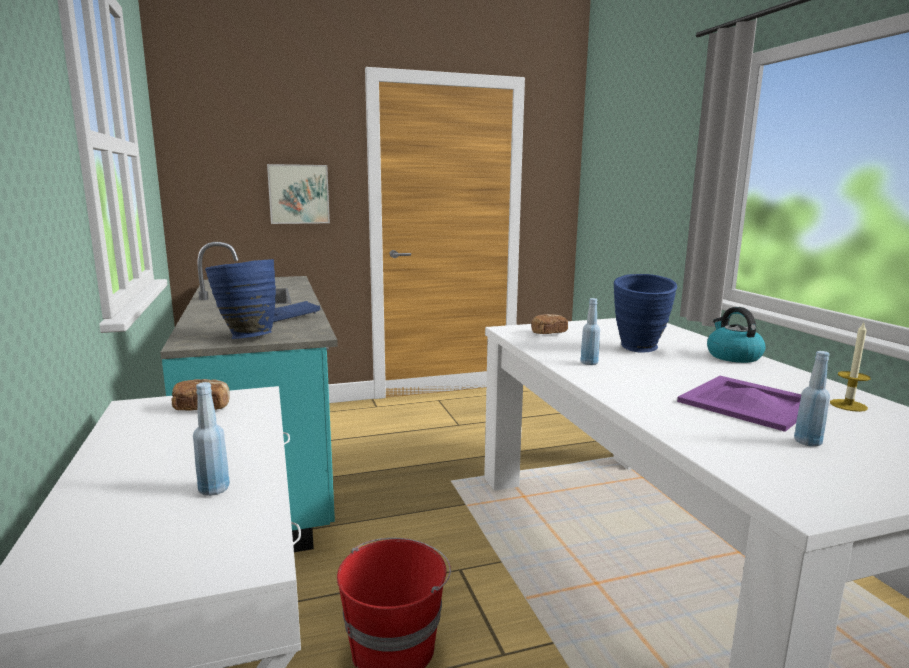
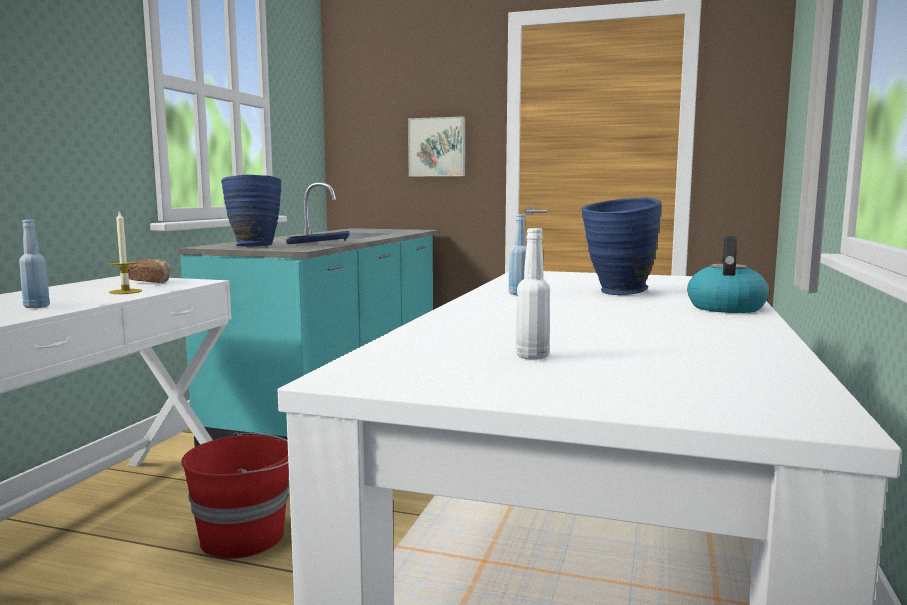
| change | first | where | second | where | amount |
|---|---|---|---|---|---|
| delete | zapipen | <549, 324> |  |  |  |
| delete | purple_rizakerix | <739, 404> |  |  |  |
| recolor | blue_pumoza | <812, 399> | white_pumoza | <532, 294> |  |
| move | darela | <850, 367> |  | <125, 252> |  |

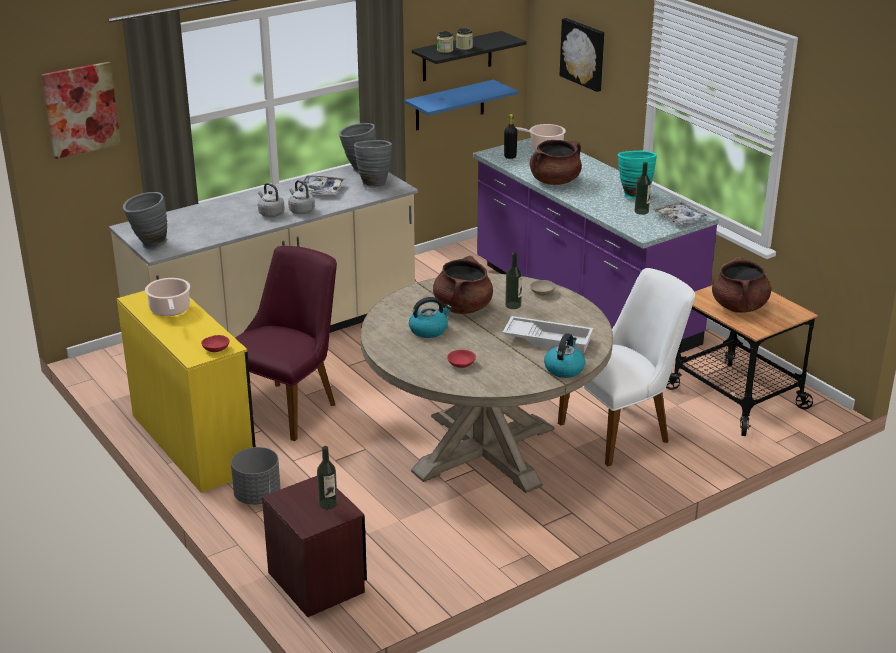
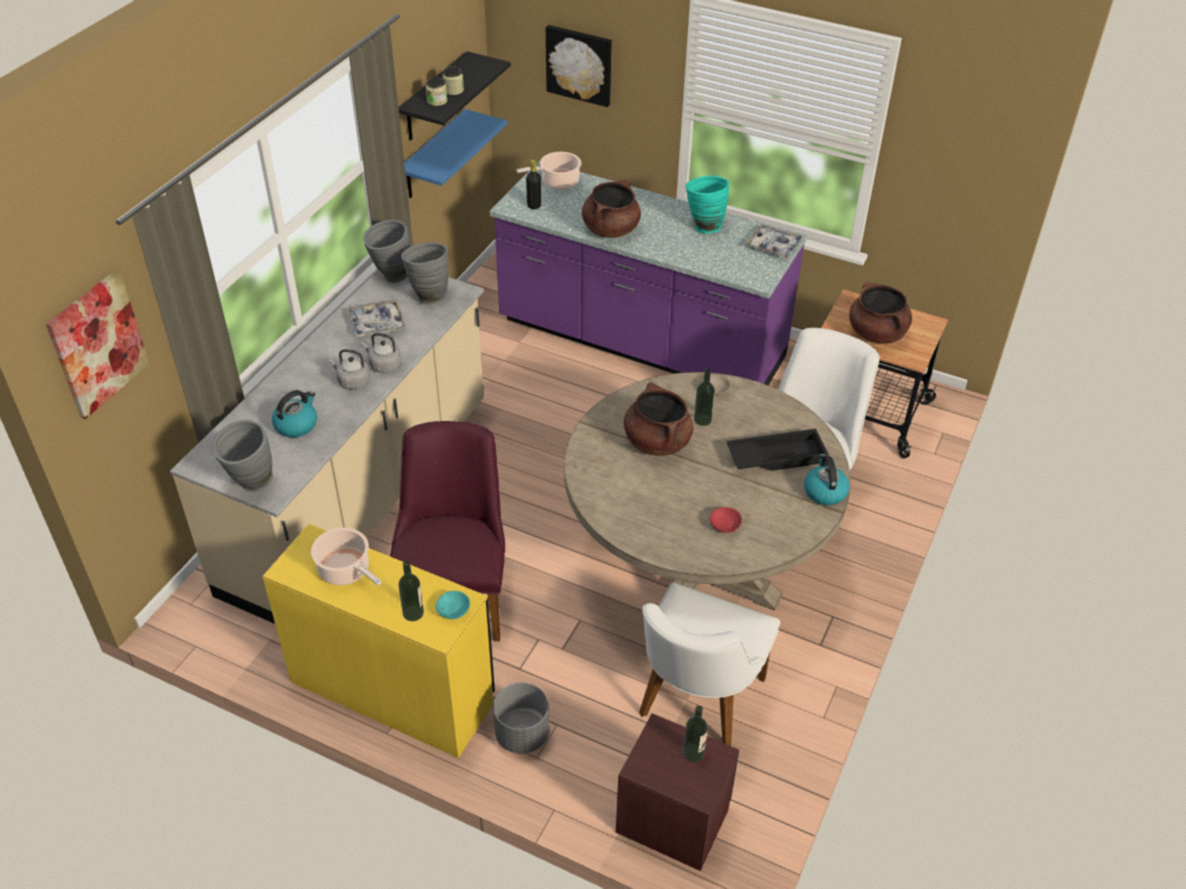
| change | first | where | second | where | amount |
|---|---|---|---|---|---|
| recolor | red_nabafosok | <215, 343> | turquoise_nabafosok | <453, 605> |  |
| move | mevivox | <430, 317> |  | <294, 414> |  |
| recolor | white_rizakerix | <547, 335> | black_rizakerix | <777, 450> |  |
| move | pumoza | <642, 188> |  | <411, 591> |  |
| insert |  |  | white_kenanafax | <709, 664> |  |

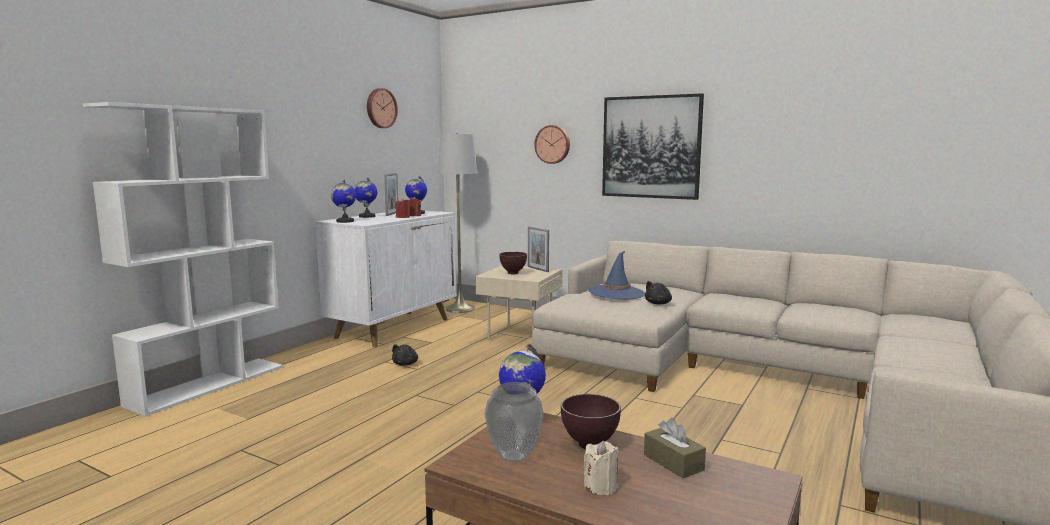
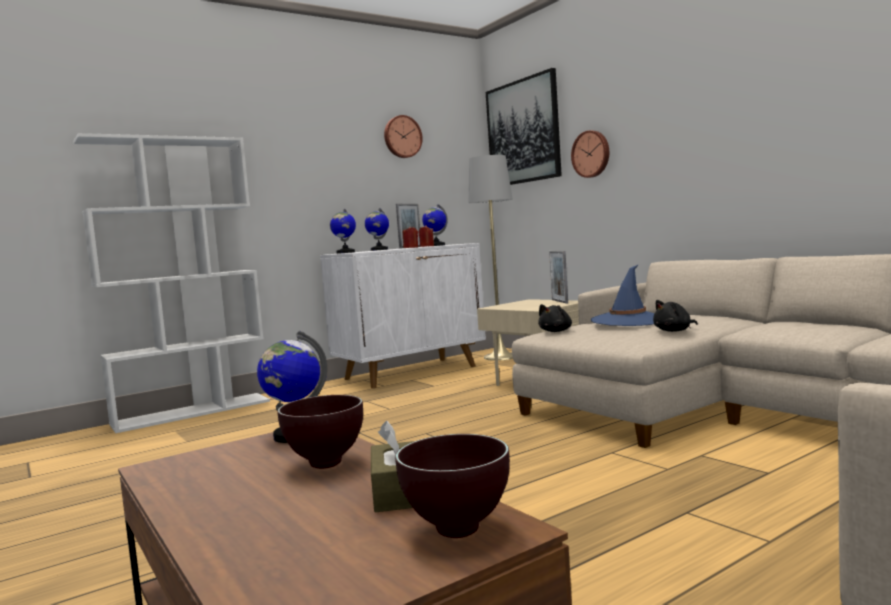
| change | first | where | second | where | amount |
|---|---|---|---|---|---|
| move | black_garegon | <405, 355> |  | <555, 318> |  |
| delete | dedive | <514, 422> |  |  |  |
| move | brown_nabafosok | <513, 263> |  | <452, 486> |  |
| delete | beige_darela | <601, 468> |  |  |  |
| move | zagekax | <653, 147> |  | <524, 126> |  |

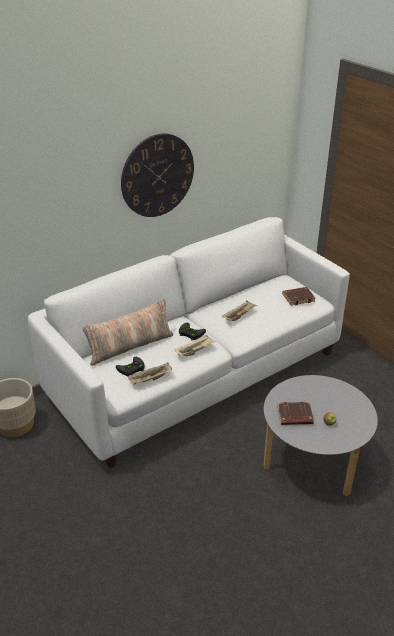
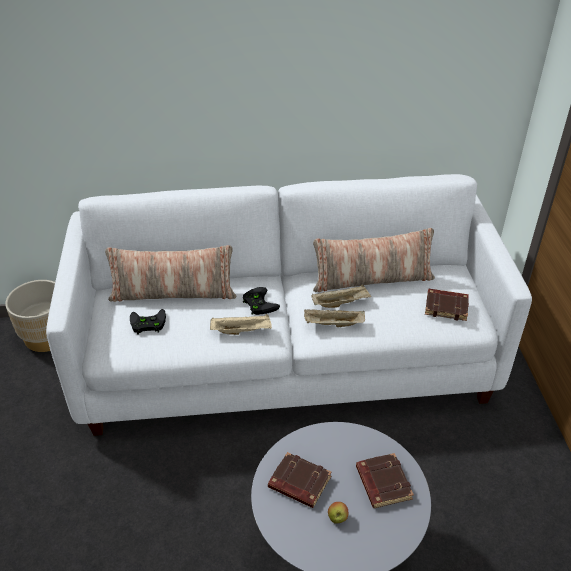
| change | first | where | second | where | amount |
|---|---|---|---|---|---|
| delete | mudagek | <157, 175> |  |  |  |
| move | beige_rizakerix | <149, 373> |  | <334, 318> |  |
| insert |  |  | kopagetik | <374, 260> |  |
| insert |  |  | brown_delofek | <385, 480> |  |

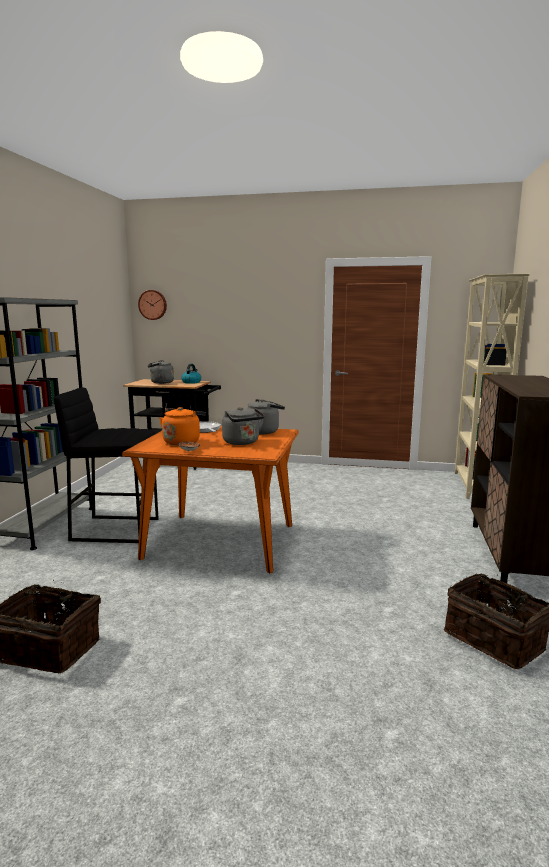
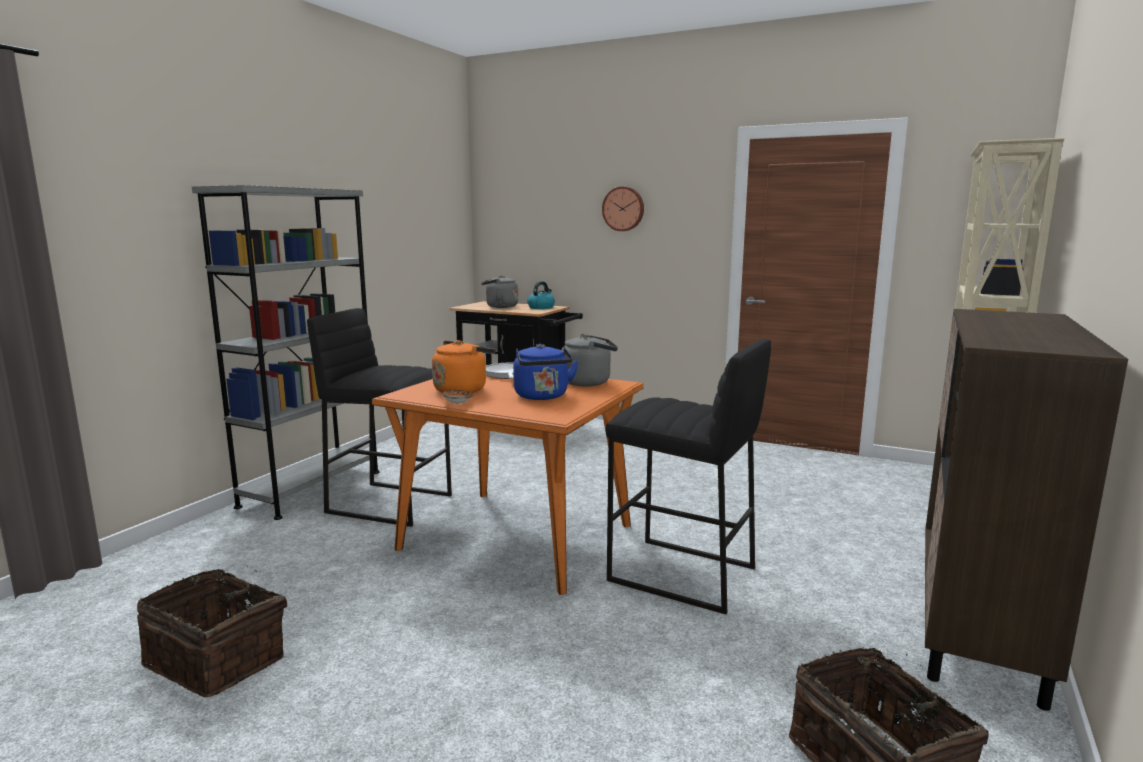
| change | first | where | second | where | amount |
|---|---|---|---|---|---|
| move | mudagek | <152, 305> |  | <623, 208> |  |
| recolor | grey_mevivox | <243, 426> | blue_mevivox | <546, 372> |  |
| insert |  |  | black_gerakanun | <688, 476> |  |

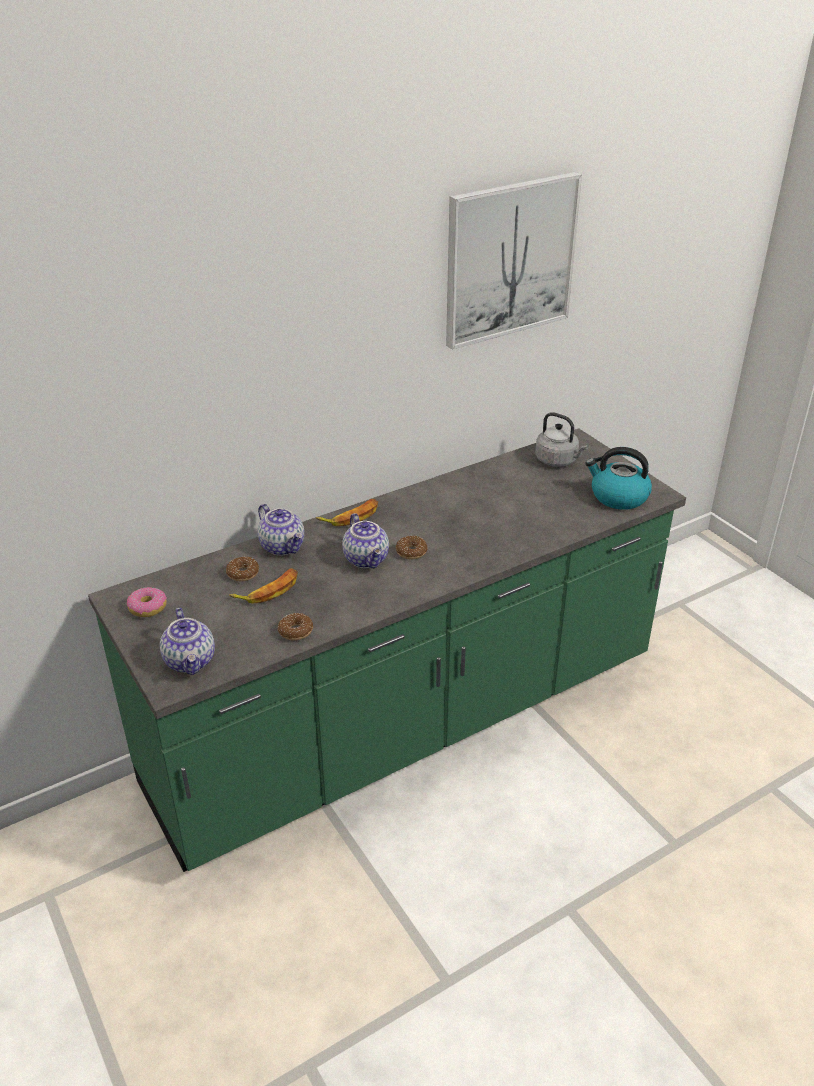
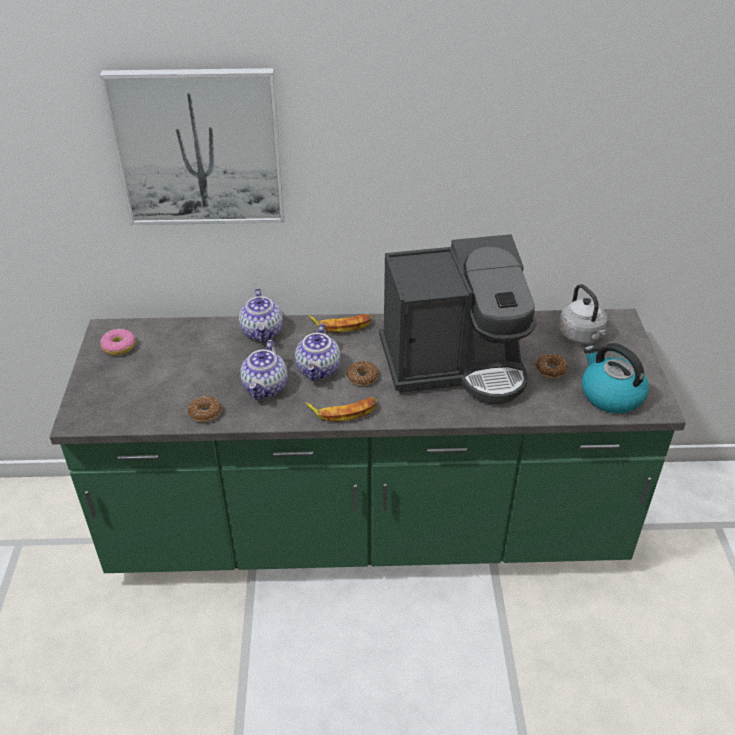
| change | first | where | second | where | amount |
|---|---|---|---|---|---|
| move | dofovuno | <187, 641> |  | <264, 370> |  |
| move | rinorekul | <242, 569> |  | <551, 366> |  |
| move | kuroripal | <263, 586> |  | <341, 409> |  |
| move | zagekax | <514, 261> |  | <192, 146> |  |
| insert |  |  | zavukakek | <458, 319> |  |

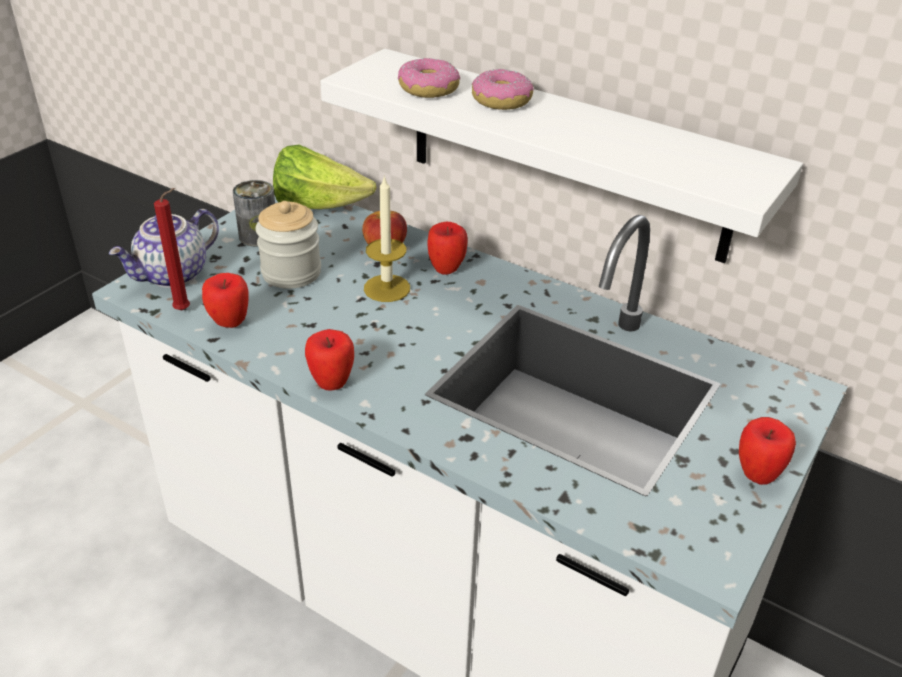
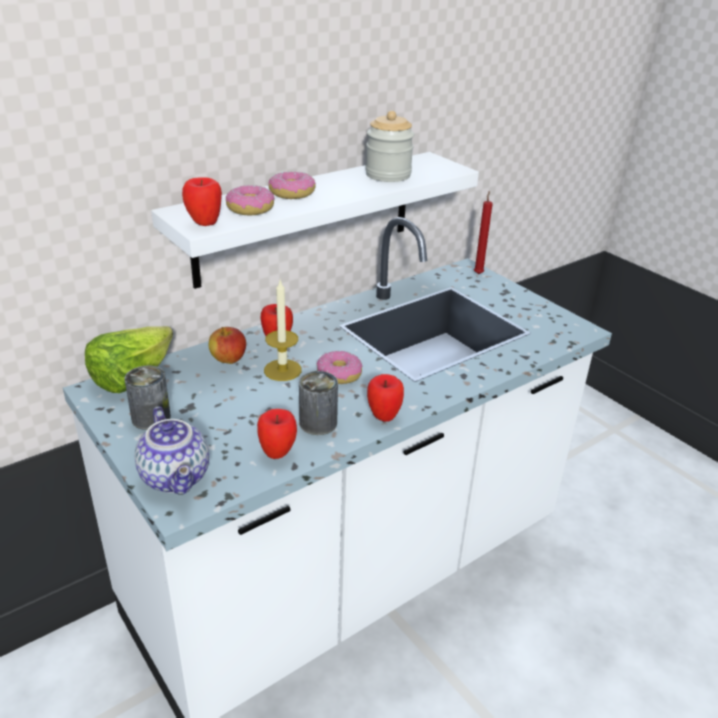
| change | first | where | second | where | amount |
|---|---|---|---|---|---|
| move | red_darela | <172, 249> |  | <483, 232> |  |
| move | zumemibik | <288, 245> |  | <389, 146> |  |
| move | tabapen | <767, 451> |  | <202, 202> |  |
| insert |  |  | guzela | <318, 403> |  |
| insert |  |  | rinorekul | <339, 367> |  |

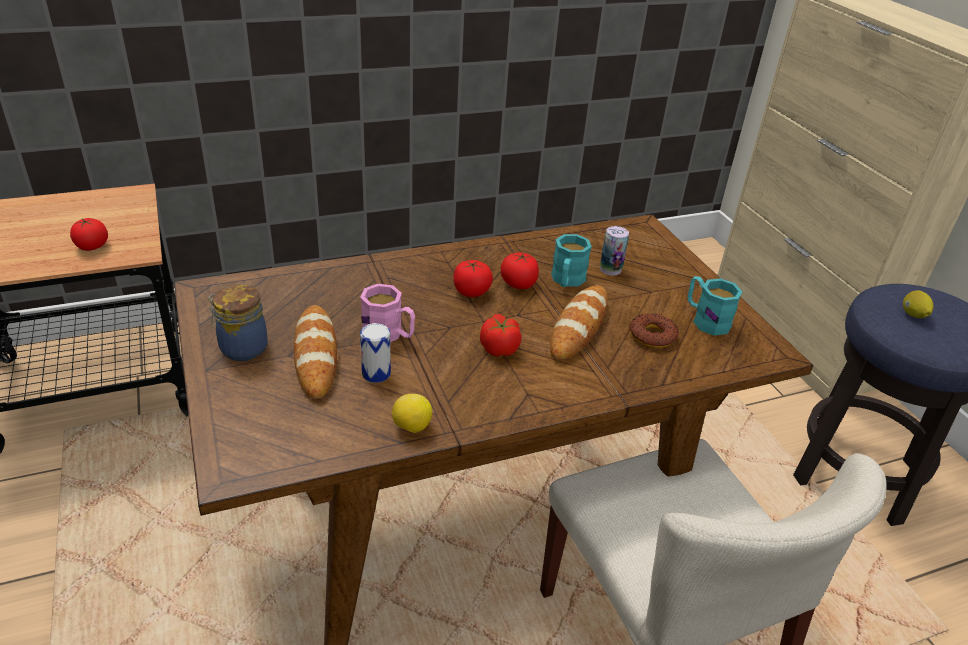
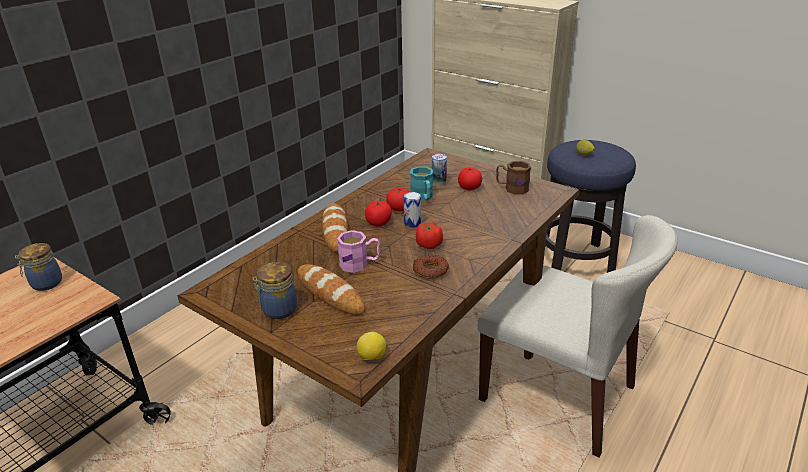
| change | first | where | second | where | amount |
|---|---|---|---|---|---|
| move | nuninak | <89, 234> |  | <470, 178> |  |
| move | guzela | <375, 353> |  | <412, 210> |  |
| move | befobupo | <412, 413> |  | <371, 346> |  |
| move | zapipen | <579, 322> |  | <335, 227> |  |
| move | rinorekul | <654, 330> |  | <431, 266> |  |
| recolor | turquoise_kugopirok | <715, 306> | brown_kugopirok | <513, 178> |  |
| insert |  |  | zumemibik | <38, 267> |  |

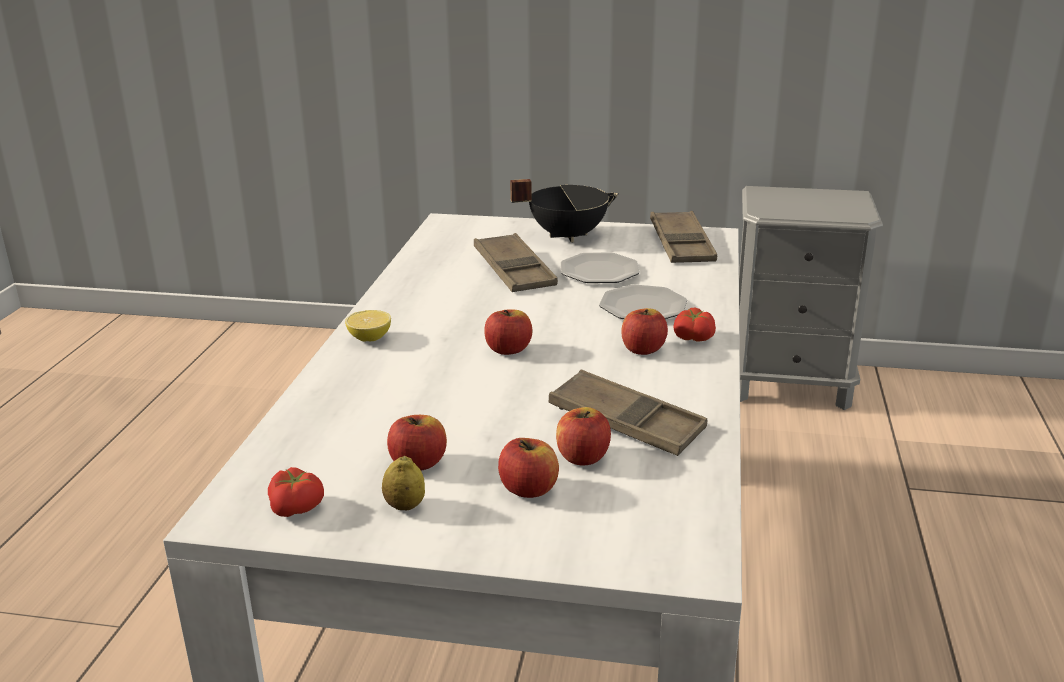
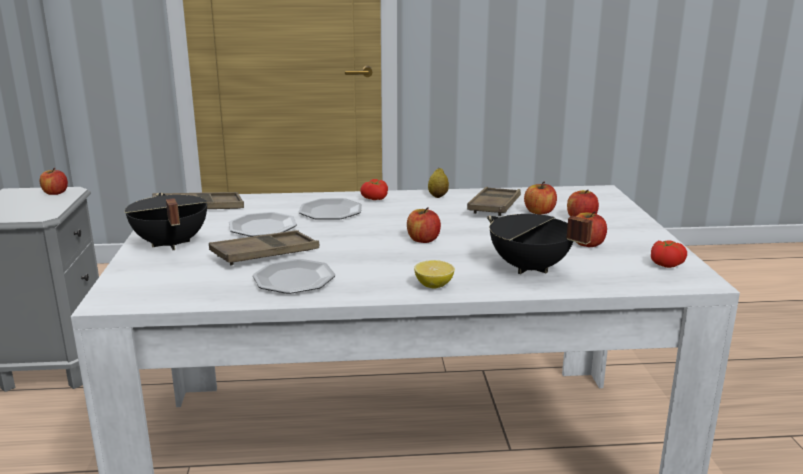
| change | first | where | second | where | amount |
|---|---|---|---|---|---|
| move | befobupo | <403, 483> |  | <438, 183> |  |
| move | tabapen | <644, 331> |  | <53, 181> |  |
| insert |  |  | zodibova | <294, 276> |  |
| insert |  |  | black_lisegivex | <539, 244> |  |

